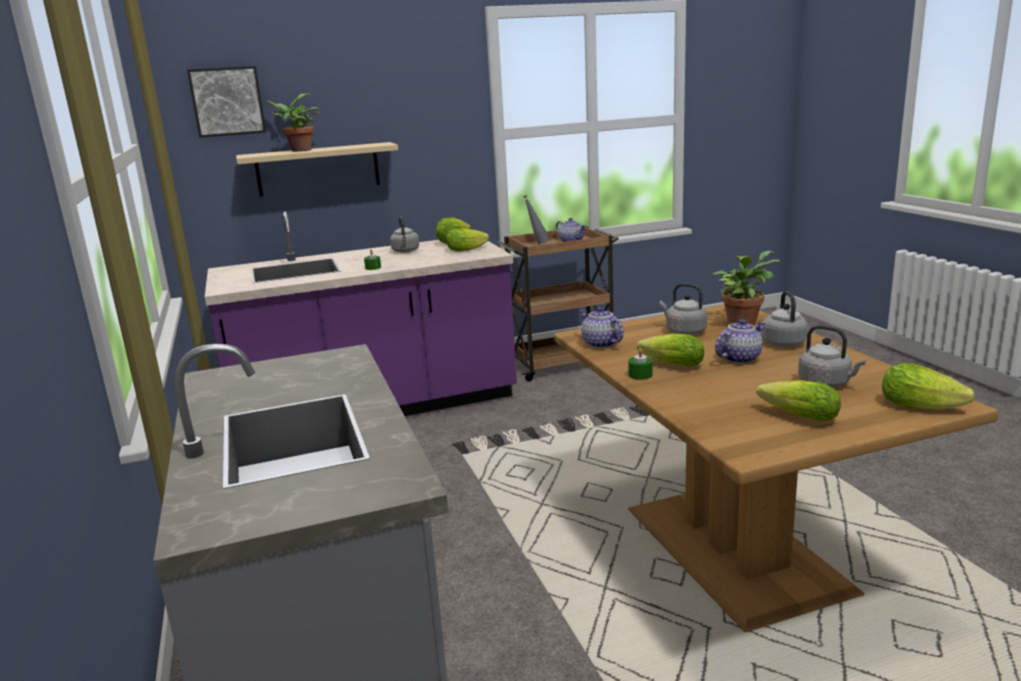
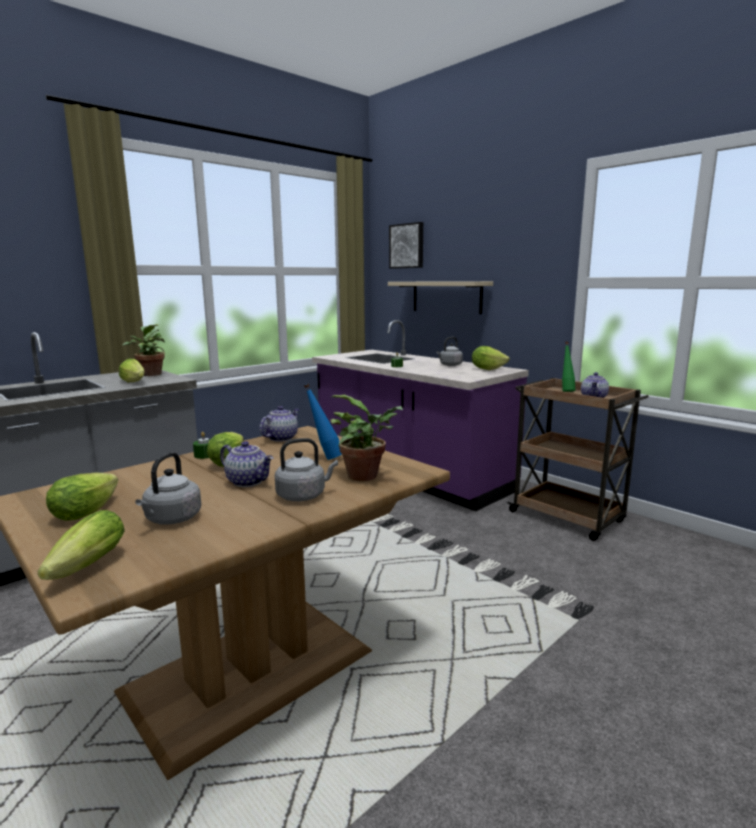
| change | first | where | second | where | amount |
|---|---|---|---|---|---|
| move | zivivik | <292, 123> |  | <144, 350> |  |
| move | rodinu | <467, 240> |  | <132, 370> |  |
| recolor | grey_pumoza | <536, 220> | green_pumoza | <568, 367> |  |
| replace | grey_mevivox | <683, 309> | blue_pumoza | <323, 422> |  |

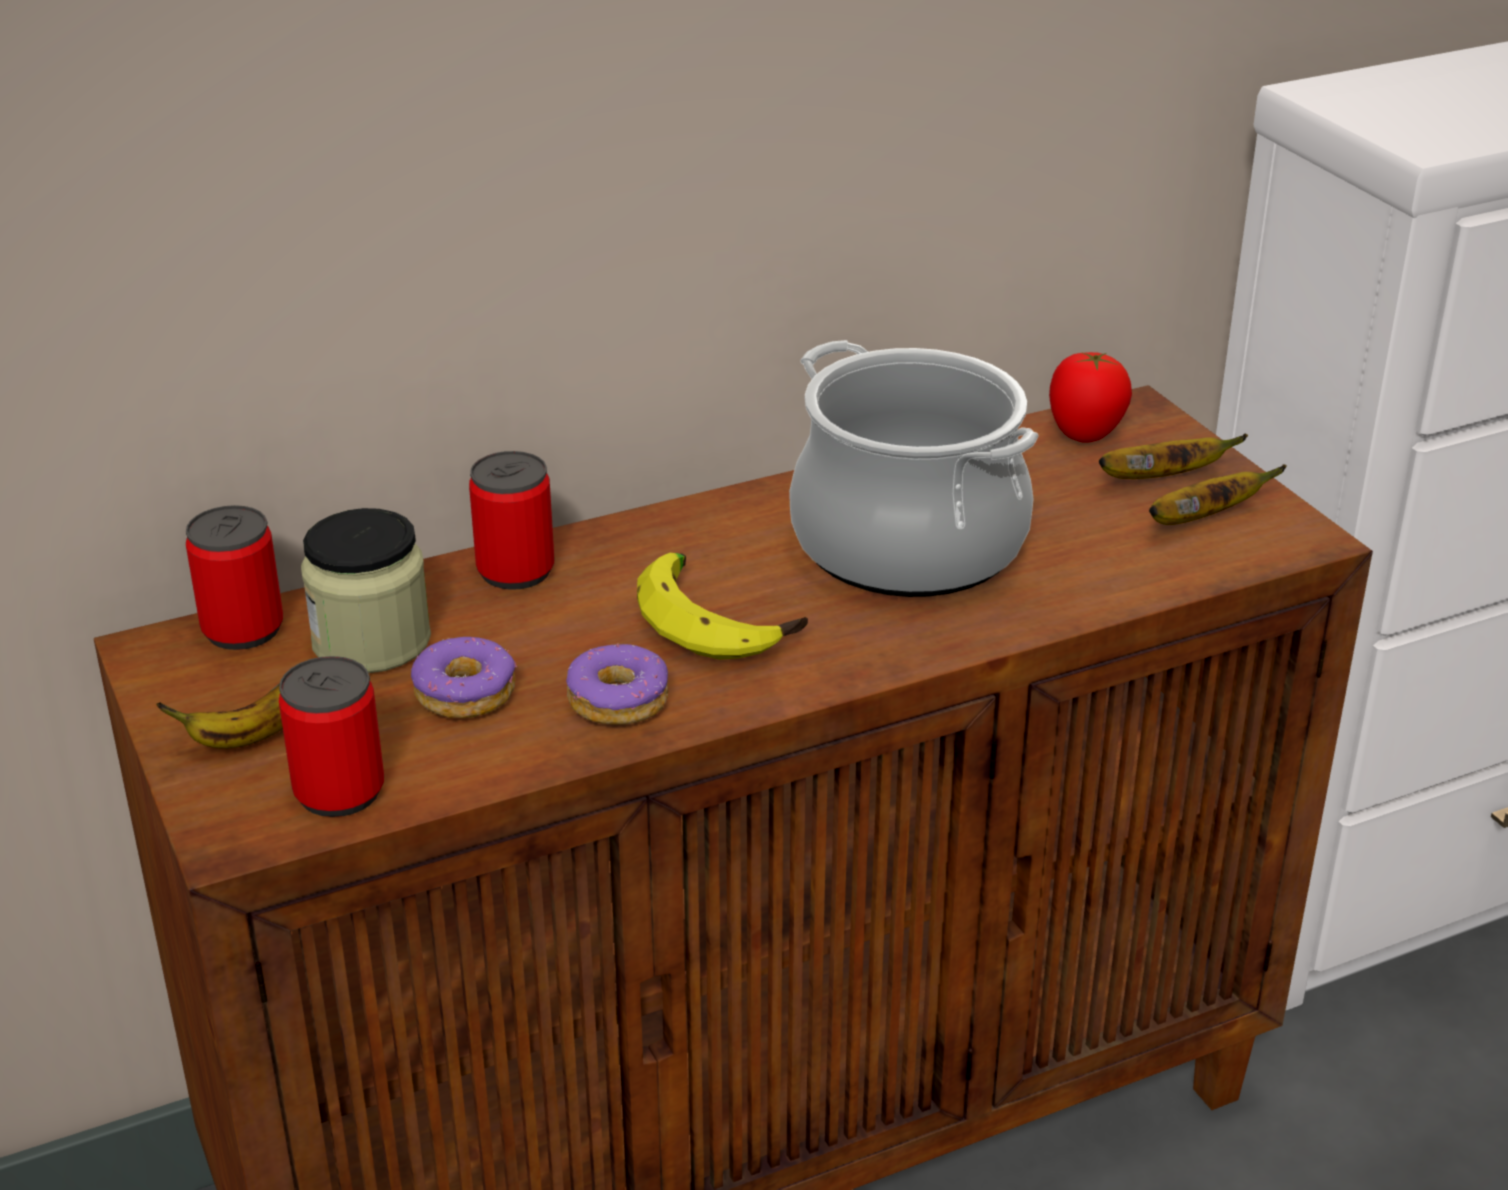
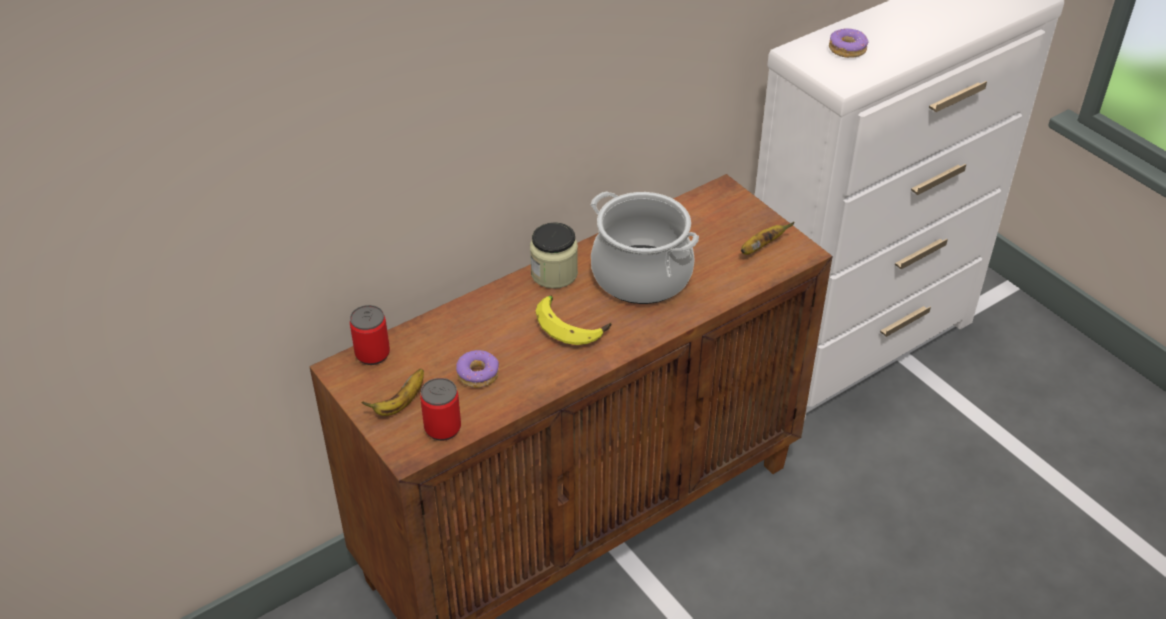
| change | first | where | second | where | amount |
|---|---|---|---|---|---|
| move | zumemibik | <366, 590> |  | <554, 255> |  |
| delete | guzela | <511, 520> |  |  |  |
| move | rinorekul | <617, 684> |  | <849, 43> |  |
| delete | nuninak | <1090, 397> |  |  |  |
| delete | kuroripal | <1173, 456> |  |  |  |

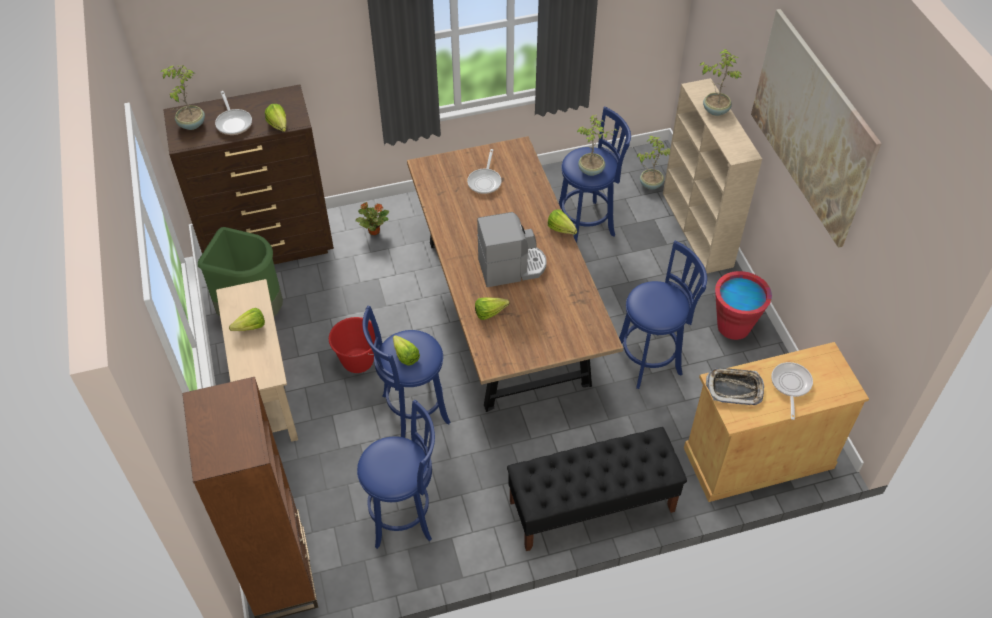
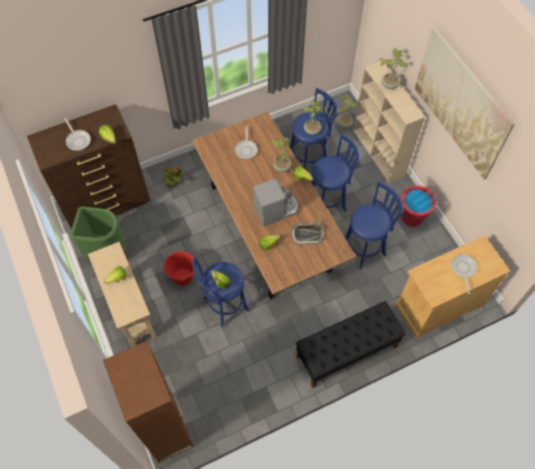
| change | first | where | second | where | amount |
|---|---|---|---|---|---|
| move | zivivik | <182, 97> |  | <281, 155> |  |
| move | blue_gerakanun | <396, 474> |  | <335, 172> |  |
| move | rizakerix | <735, 386> |  | <307, 233> |  |

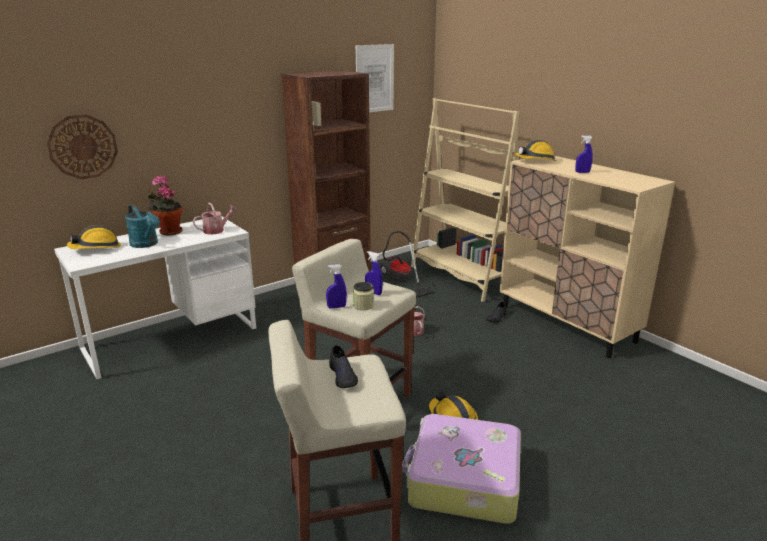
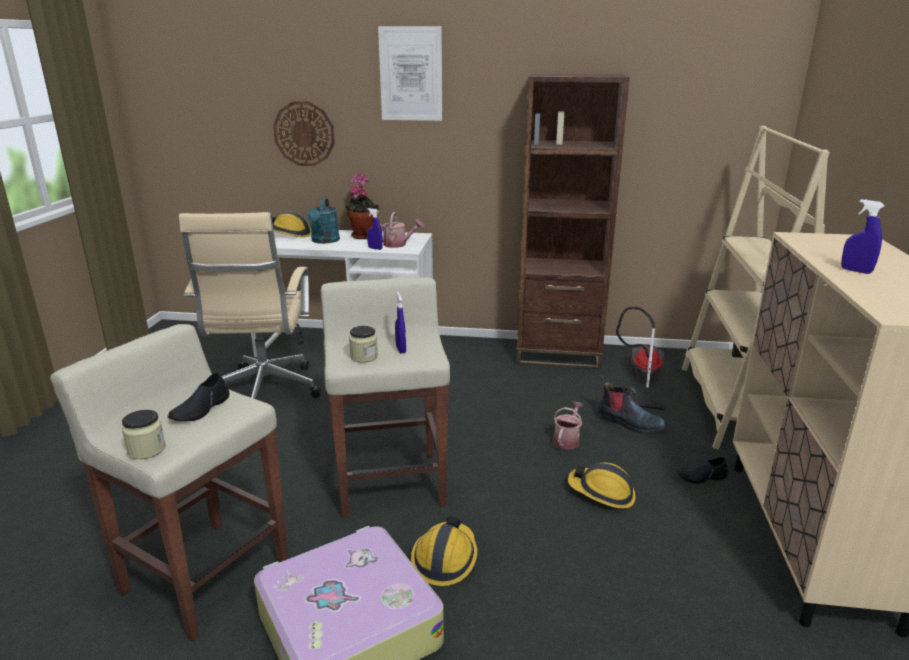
| change | first | where | second | where | amount |
|---|---|---|---|---|---|
| move | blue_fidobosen | <336, 286> |  | <375, 229> |  |
| move | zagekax | <375, 78> |  | <410, 73> |  |
| move | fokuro | <535, 150> |  | <602, 486> |  |
| insert |  |  | zumemibik | <144, 434> |  |
| insert |  |  | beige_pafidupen | <250, 305> |  |
| insert |  |  | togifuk | <631, 403> |  |

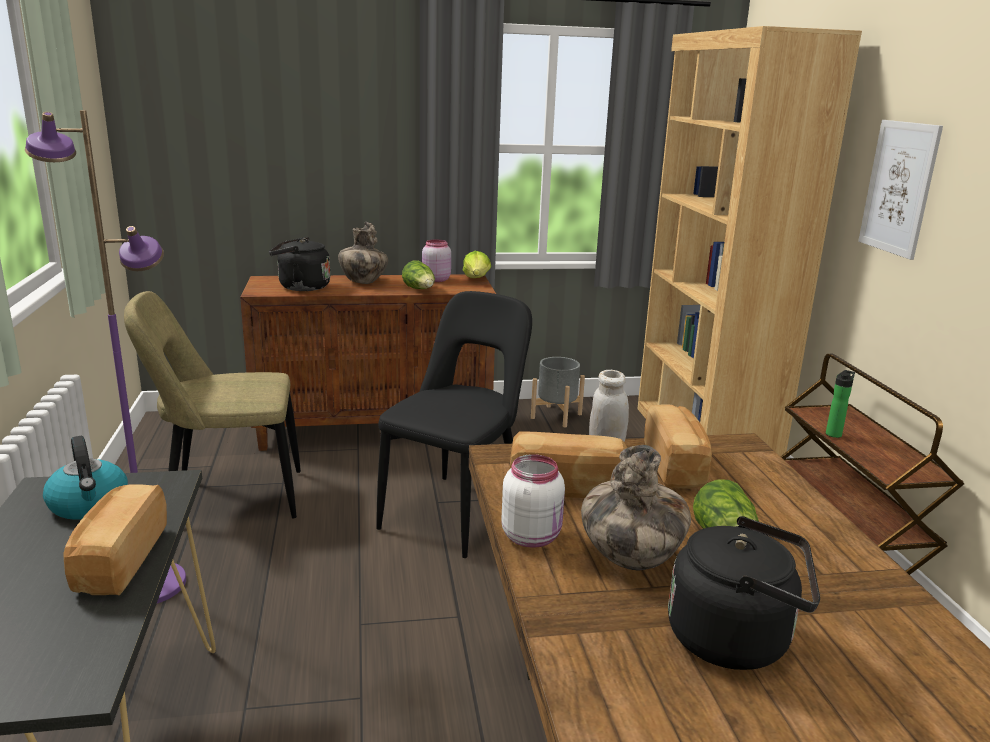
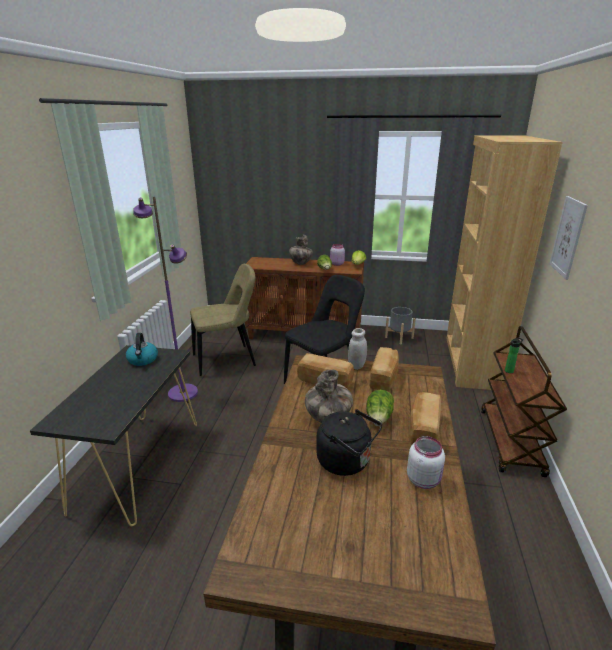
| change | first | where | second | where | amount |
|---|---|---|---|---|---|
| move | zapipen | <115, 539> |  | <425, 418> |  |
| rotate | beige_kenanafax | <212, 404> |  | <223, 320> | 150 degrees clockwise |
| delete | black_mevivox | <299, 264> |  |  |  |
| move | white_zumemibik | <533, 501> |  | <426, 462> |  |

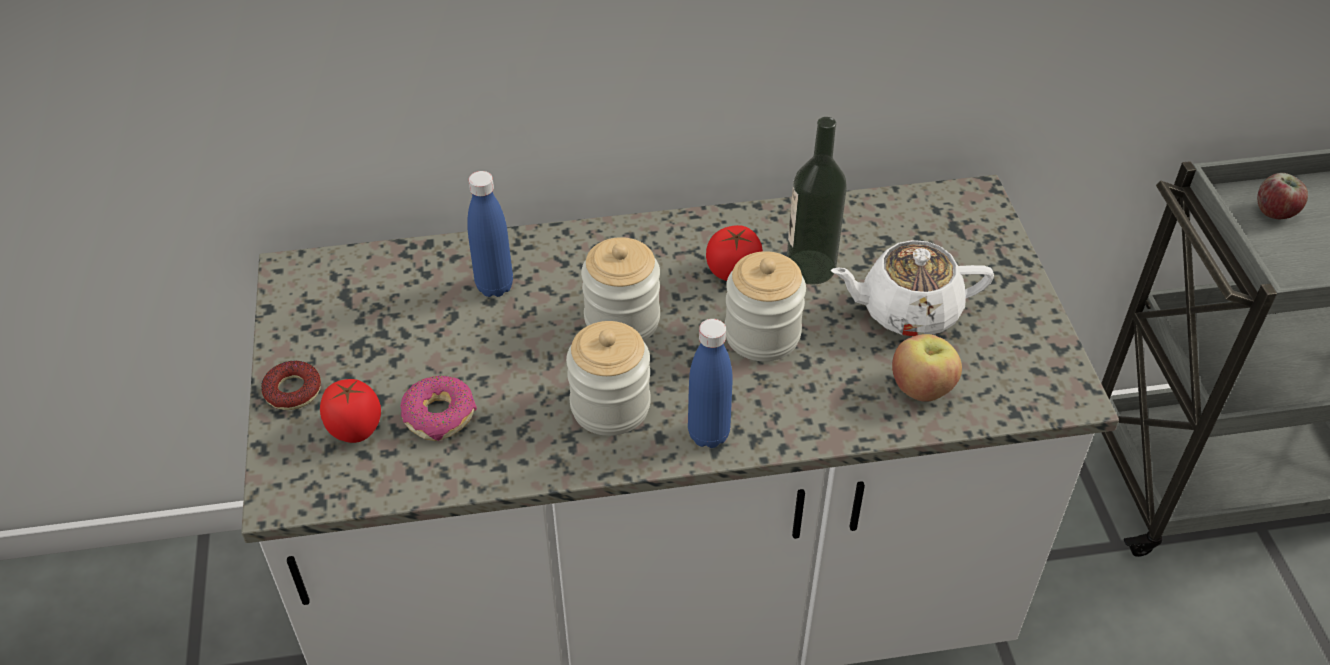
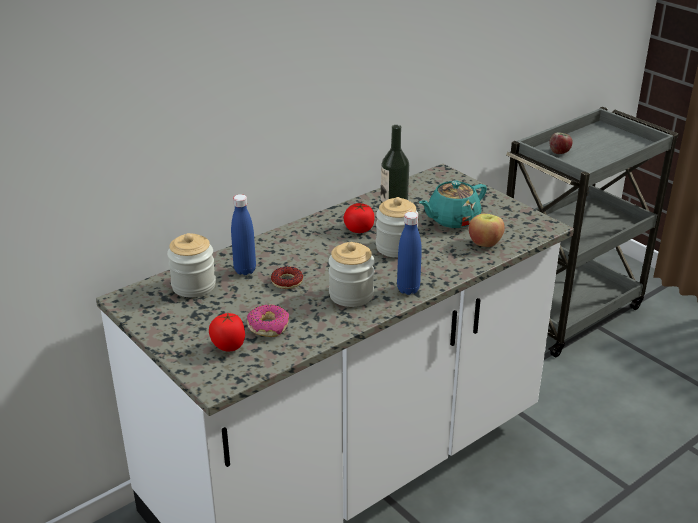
| change | first | where | second | where | amount |
|---|---|---|---|---|---|
| move | rinorekul | <291, 385> |  | <287, 277> |  |
| move | zumemibik | <620, 289> |  | <191, 265> |  |
| recolor | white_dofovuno | <912, 288> | turquoise_dofovuno | <453, 204> |  |

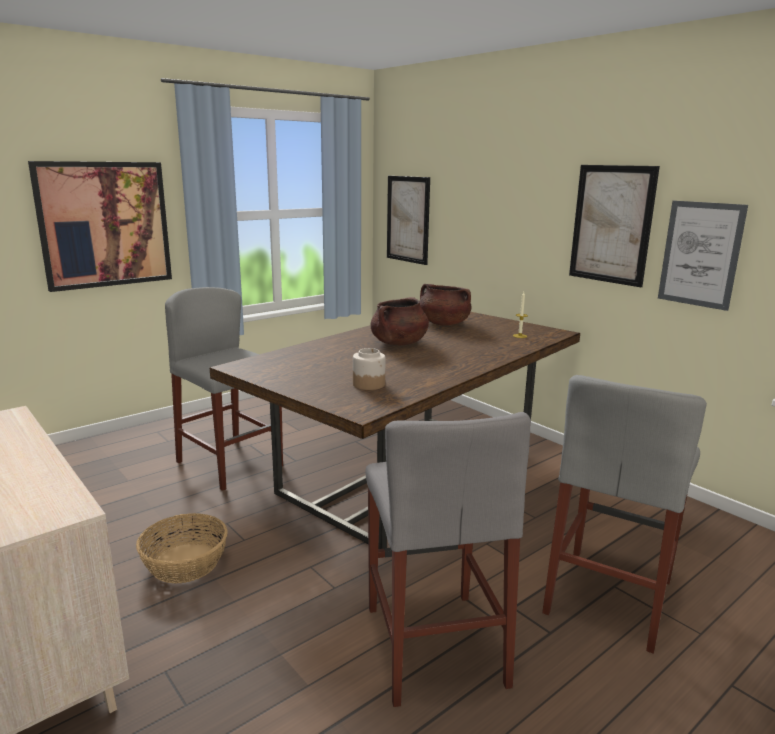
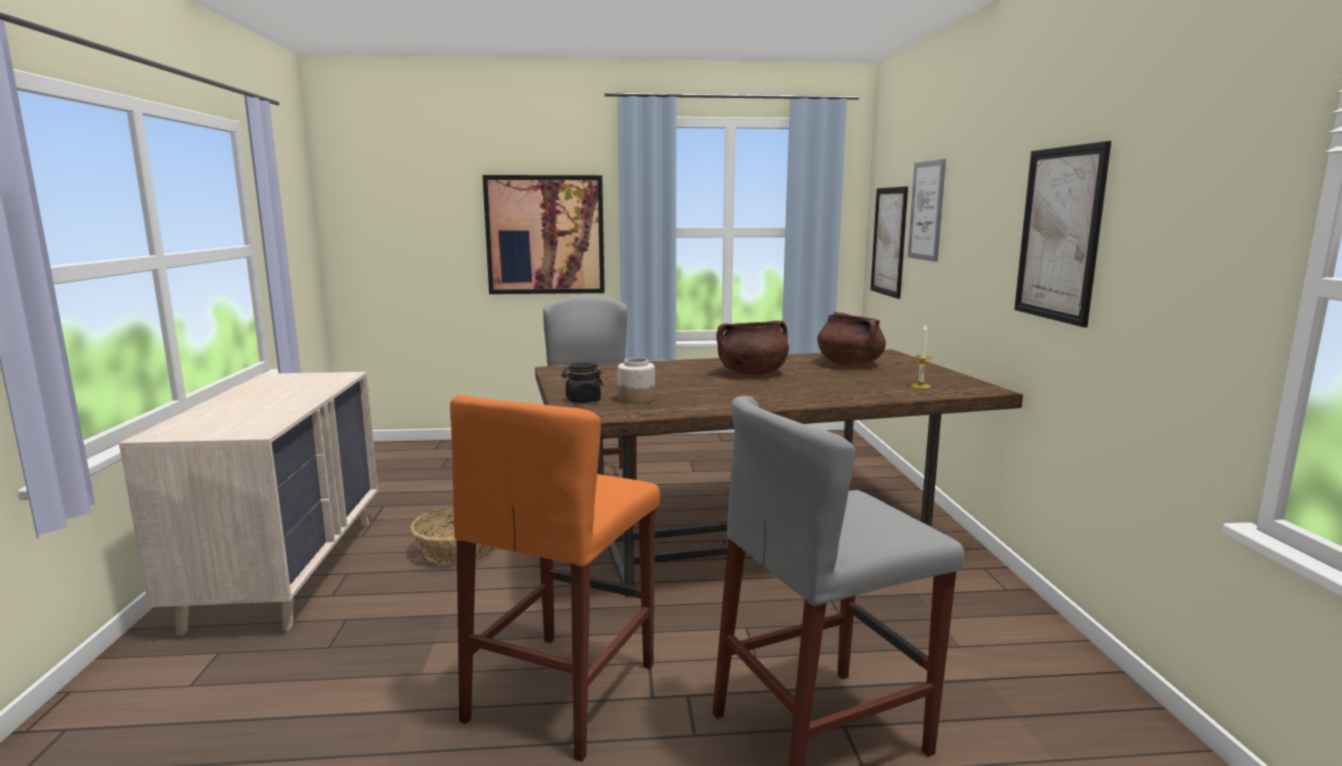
| change | first | where | second | where | amount |
|---|---|---|---|---|---|
| recolor | grey_gerakanun | <448, 559> | orange_gerakanun | <555, 578> |  |
| move | zagekax | <703, 256> |  | <927, 210> |  |
| insert |  |  | black_zumemibik | <582, 382> |  |

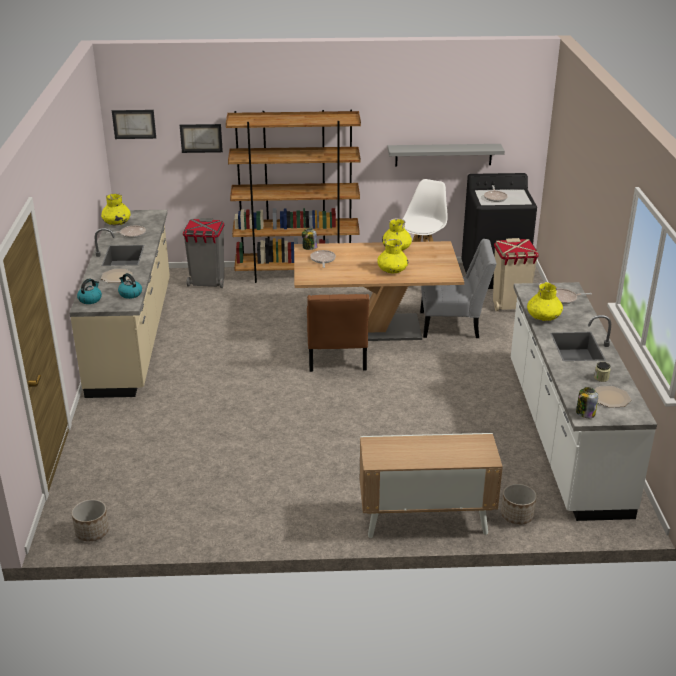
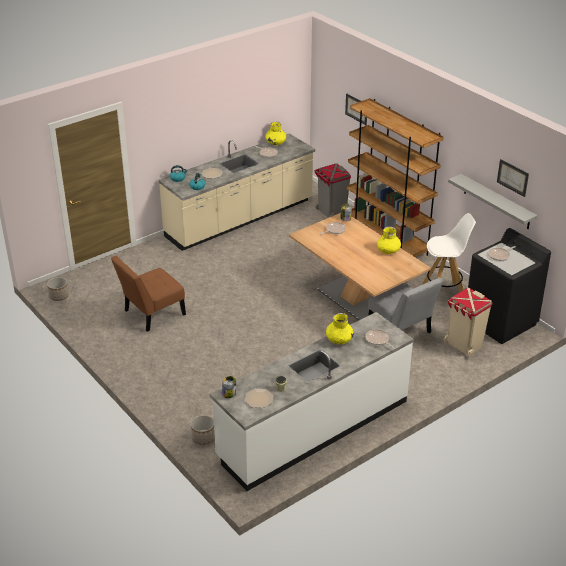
| change | first | where | second | where | amount |
|---|---|---|---|---|---|
| move | zagekax | <134, 124> |  | <513, 178> |  |
| move | brown_kenanafax | <338, 333> |  | <148, 294> |  |
| delete | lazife | <431, 485> |  |  |  |
| delete | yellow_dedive | <392, 256> |  |  |  |

